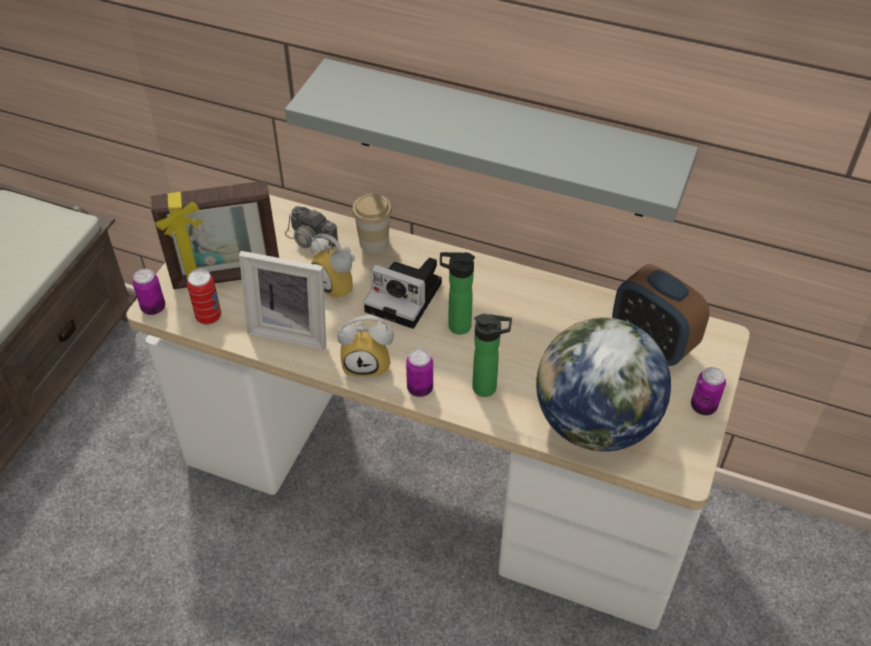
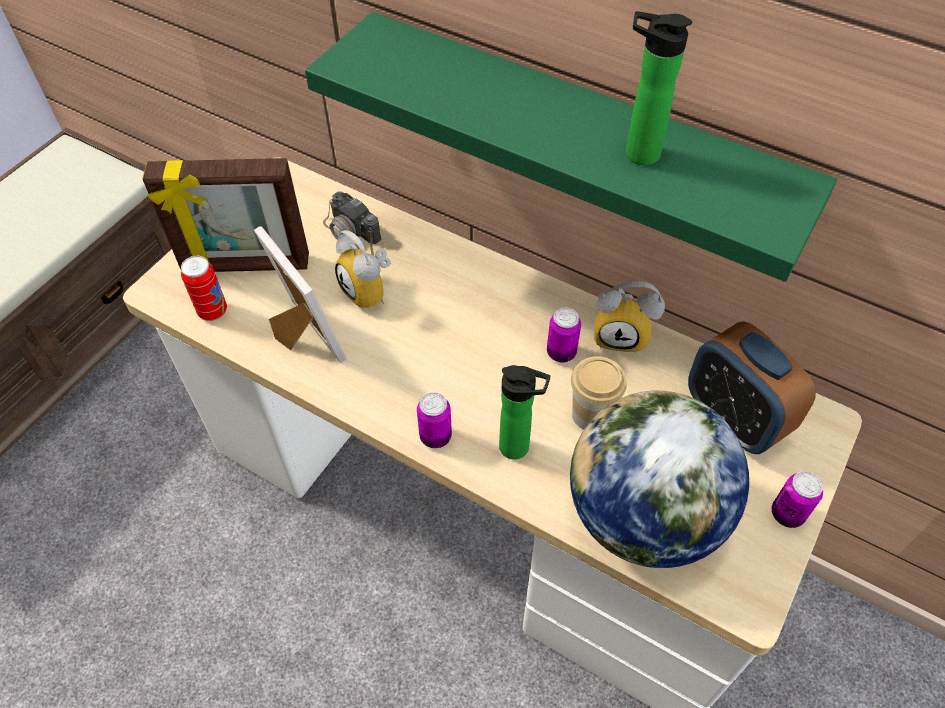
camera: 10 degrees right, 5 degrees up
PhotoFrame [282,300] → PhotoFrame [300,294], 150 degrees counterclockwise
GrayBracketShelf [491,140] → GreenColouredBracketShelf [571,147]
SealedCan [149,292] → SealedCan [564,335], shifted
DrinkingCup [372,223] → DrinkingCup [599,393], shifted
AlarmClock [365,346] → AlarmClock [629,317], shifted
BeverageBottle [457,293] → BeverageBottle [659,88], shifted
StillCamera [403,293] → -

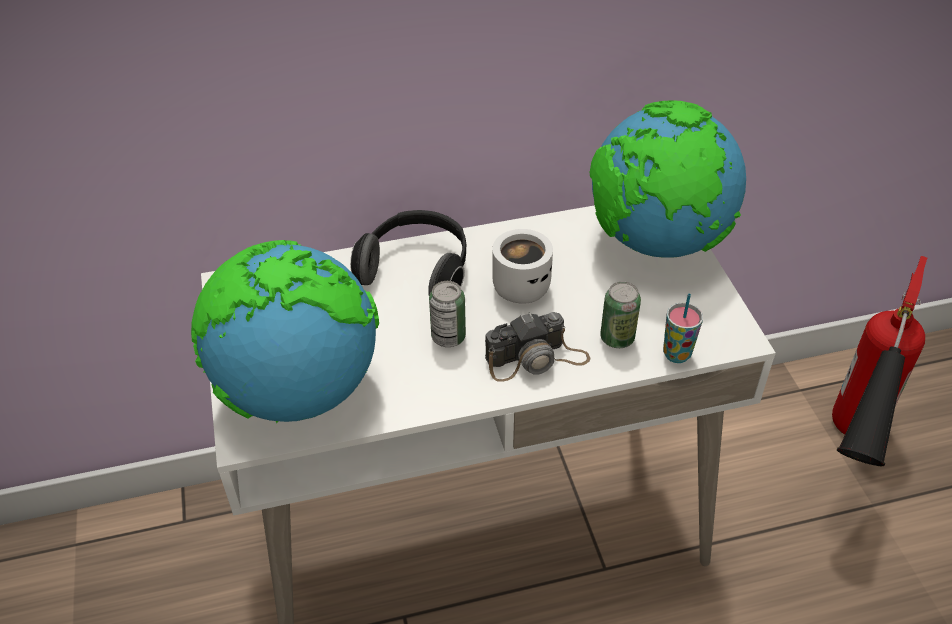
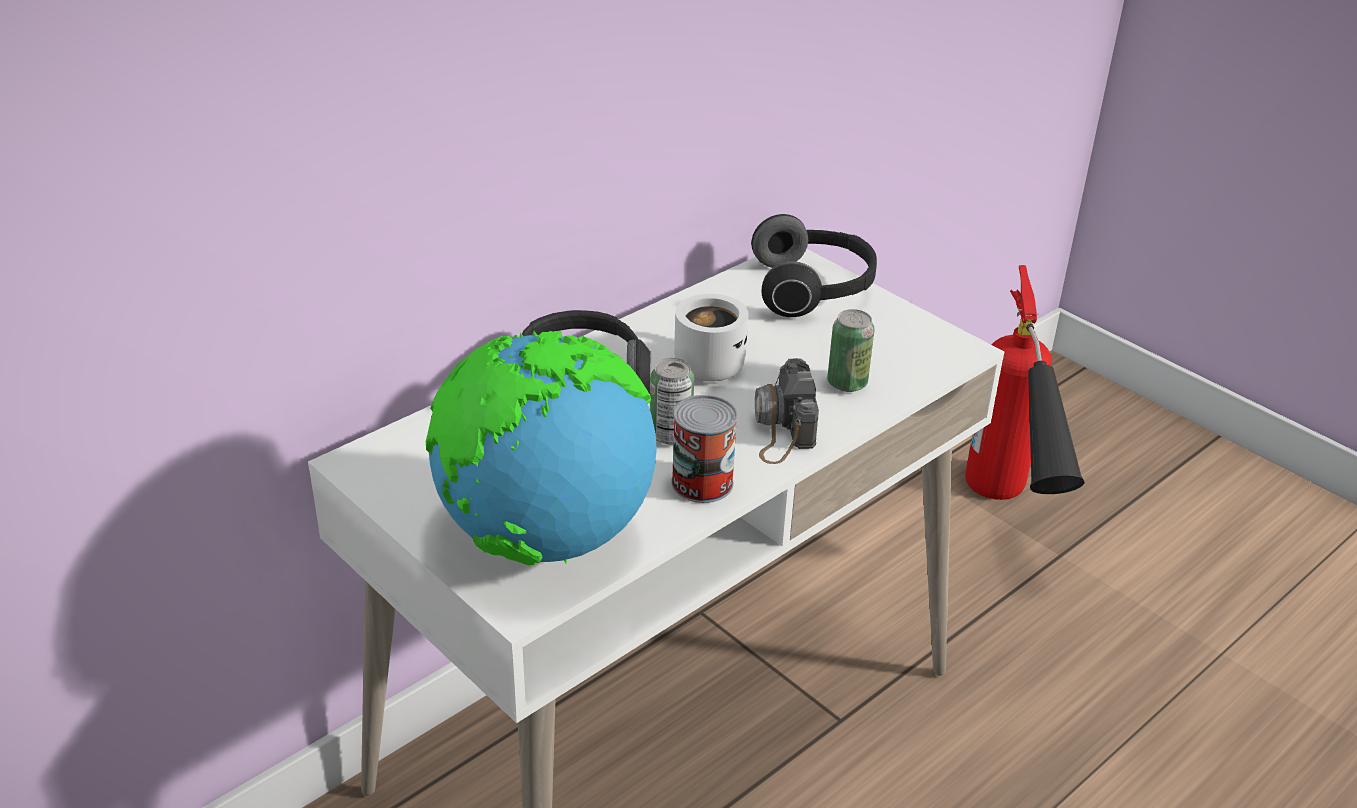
camera: 30 degrees left, 10 degrees down
- → SealedCan [704,449]
Globe [668,179] → Headphones [814,265]
StillCamera [538,347] → StillCamera [787,411], 135 degrees clockwise
DrinkingCup [683,328] → -

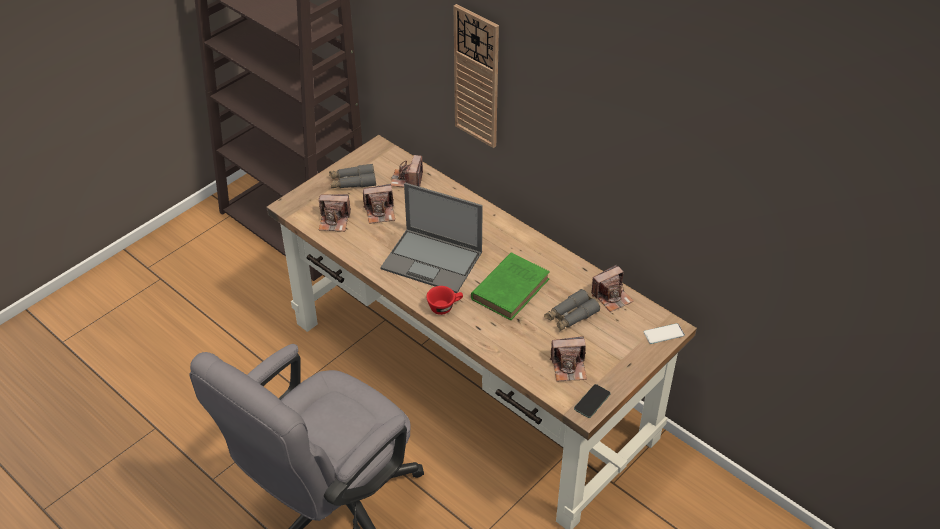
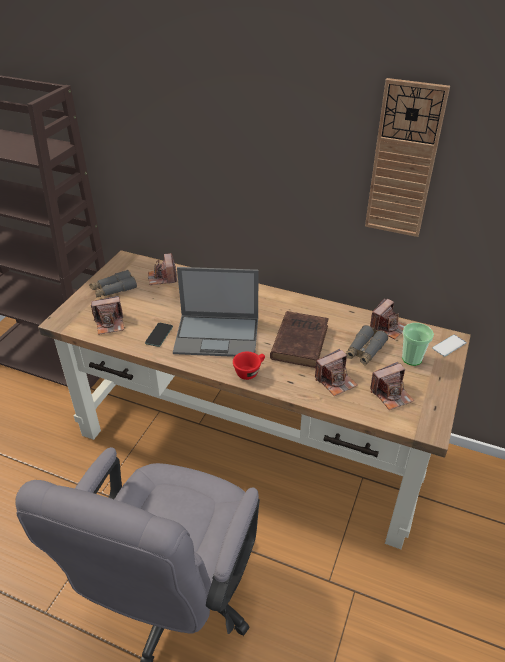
camera: 20 degrees left, 5 degrees down
Handset [592,401] → Handset [159,335], shifted
GreenColouredBook [510,286] → BrownColouredBook [299,339]
StillCamera [379,204] → StillCamera [336,372], shifted
ClockOnTheWall [476,76] → ClockOnTheWall [407,157], shifted
- → DrinkingCup [418,344]

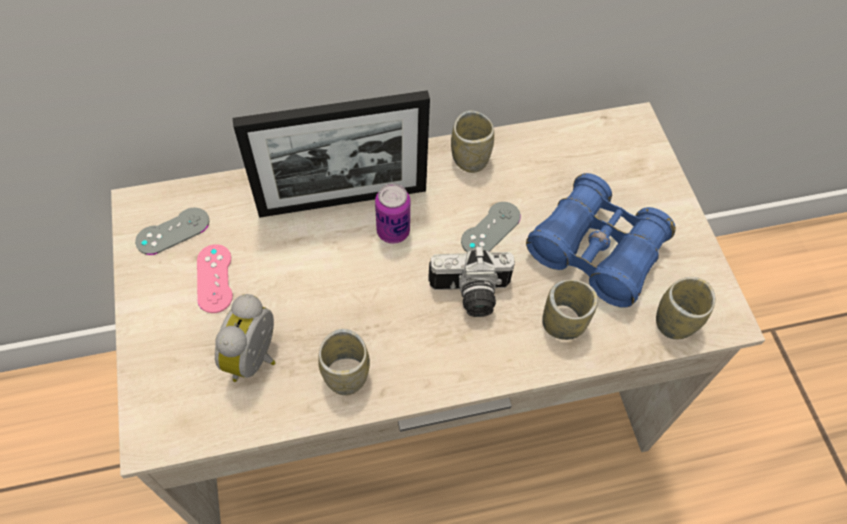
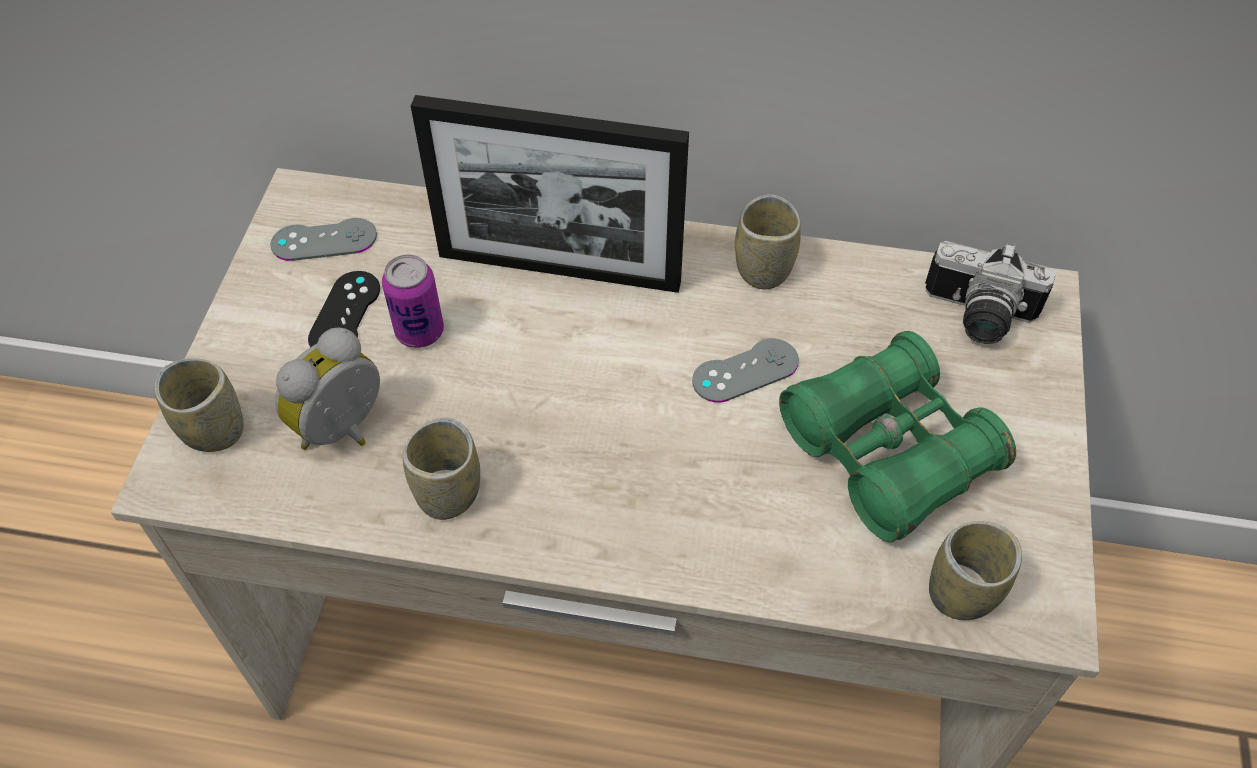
camera: 25 degrees right, 5 degrees down
DrinkingCup [570,310] → DrinkingCup [199,405], shifted
PinkGamepad [215,278] → BlackGamepad [344,309]
SealedCan [392,213] → SealedCan [413,301], shifted
BlueColouredBinoculars [601,240] → GreenColouredBinoculars [897,436]
StillCamera [471,281] → StillCamera [990,292], shifted

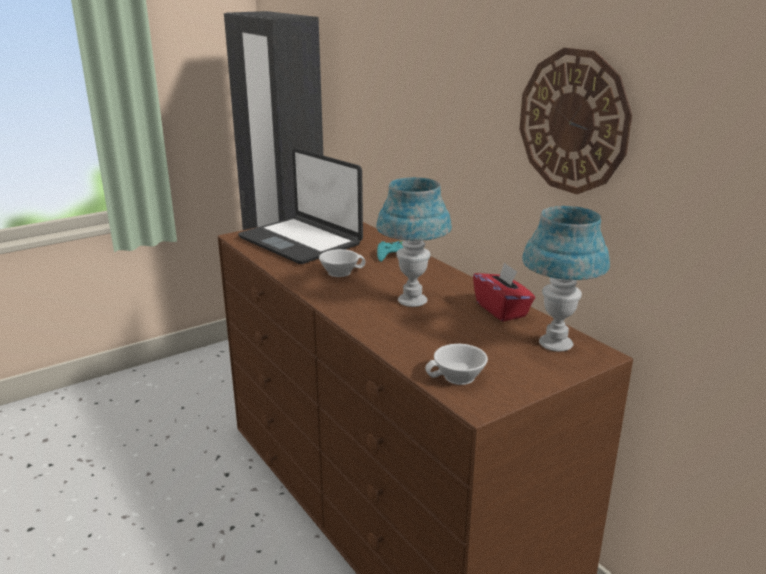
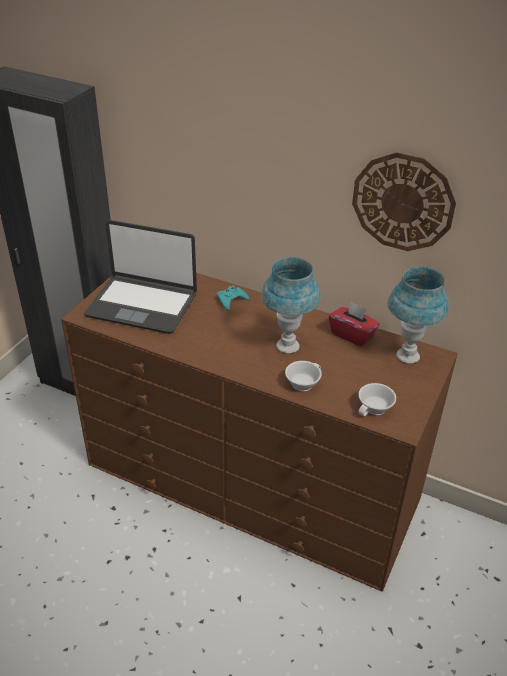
camera: 30 degrees left, 15 degrees up
WhitishDrinkingCup [342,263] → WhitishDrinkingCup [303,376], shifted

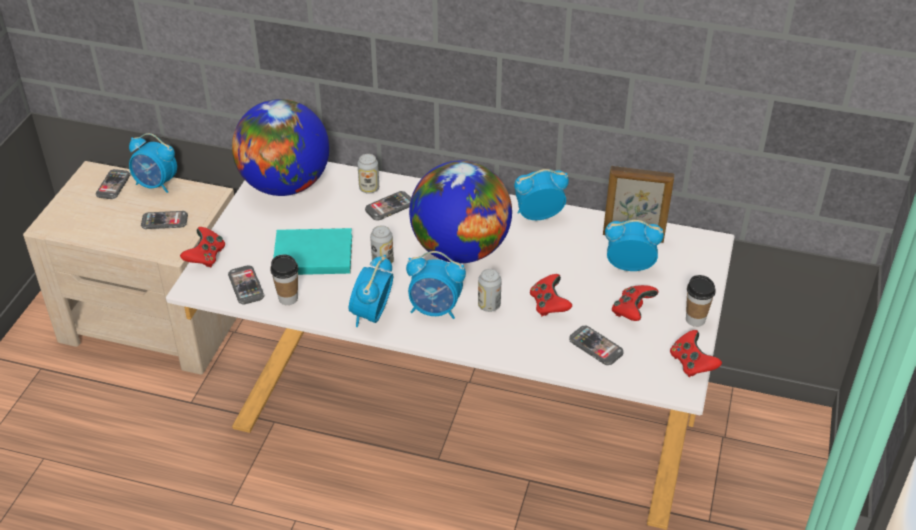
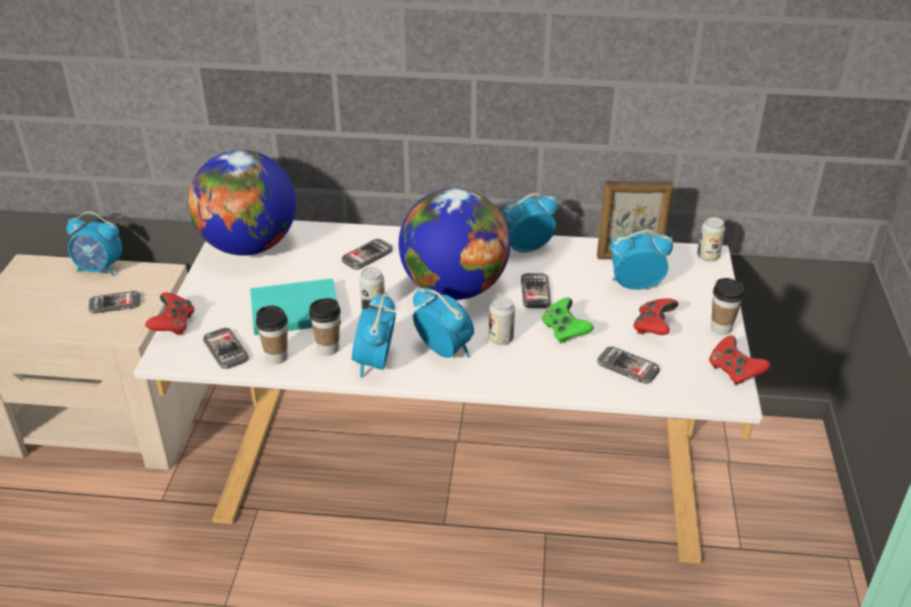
camera: 10 degrees left, 5 degrees down
- → DrinkingCup [325,326]
AlarmClock [436,285] → AlarmClock [443,322], 135 degrees counterclockwise
Handset [113,184] → Handset [536,290], shifted
RedGamepad [551,295] → GreenColouredGamepad [568,320]
SealedCan [368,174] → SealedCan [711,239], shifted

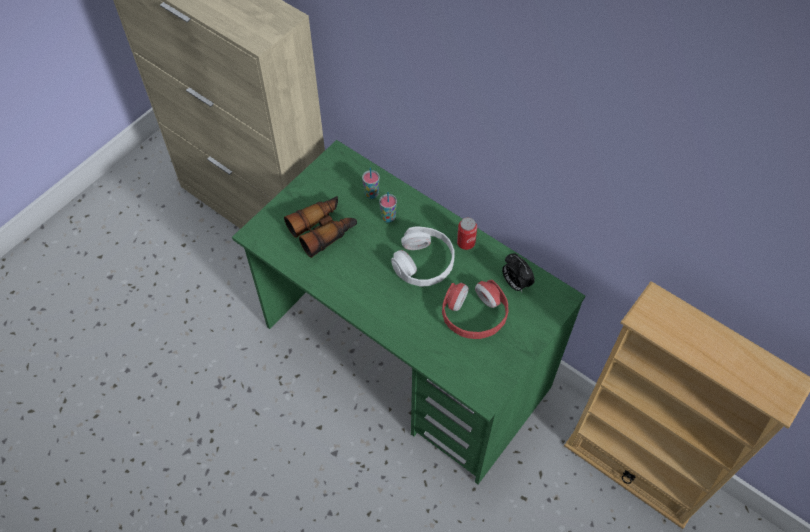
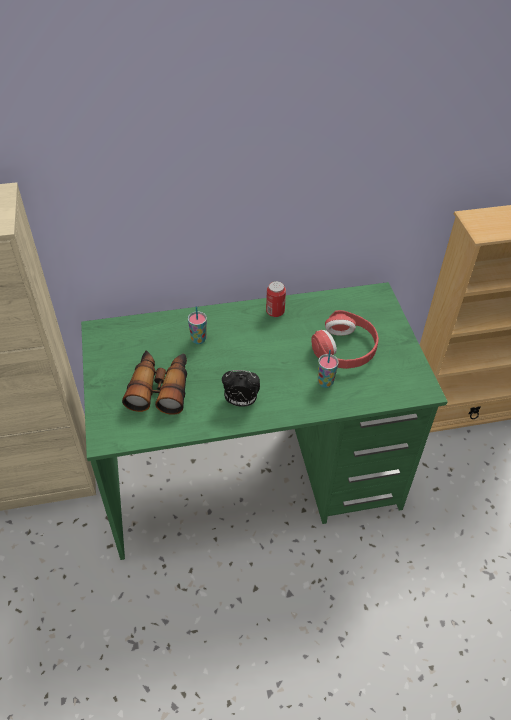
camera: 50 degrees left, 10 degrees down
AlarmClock [518,272] → AlarmClock [241,388], shifted
DrinkingCup [371,183] → DrinkingCup [328,369], shifted
WhitishHeadphones [423,257] → -

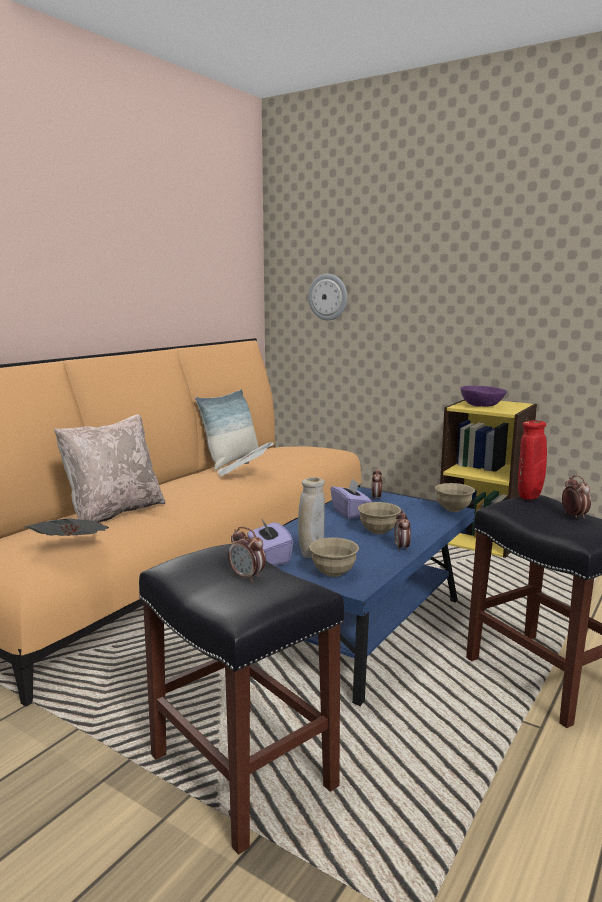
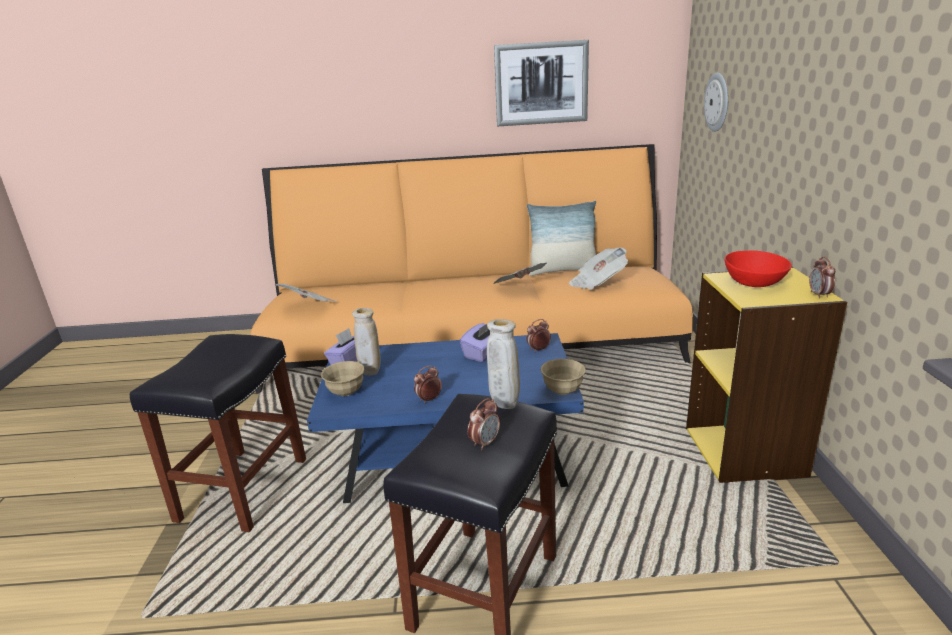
camera: 55 degrees right, 10 degrees up
RedVase [532,460] → BeigeVase [503,364]
- → WallArt [541,83]
- → PrintedPaper [598,269]
PurplishServingBowl [483,396] → RedServingBowl [758,269]
AlarmClock [247,554] → AlarmClock [822,277], shifted
BeigeCushion [109,469] → -
BeigeServingBowl [379,518] → -

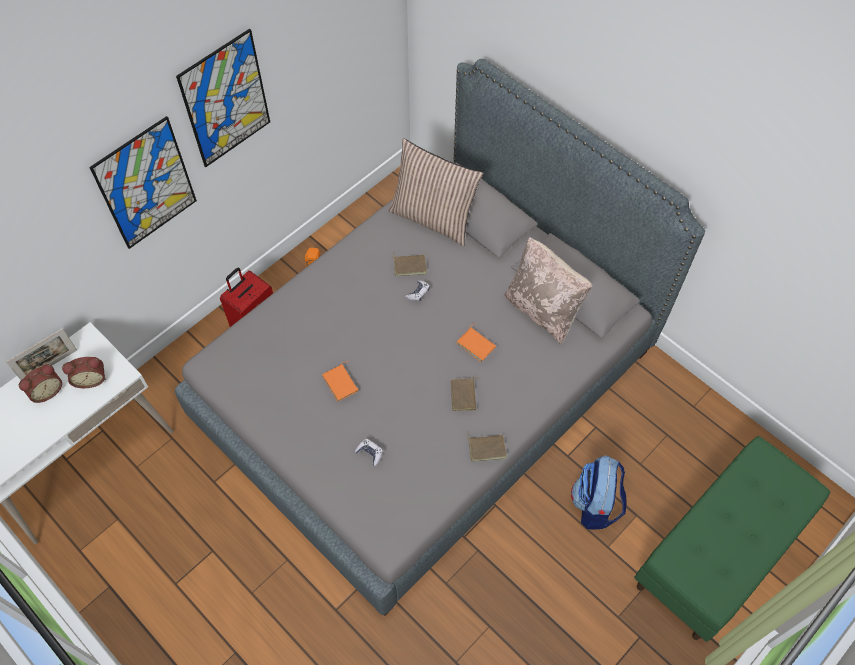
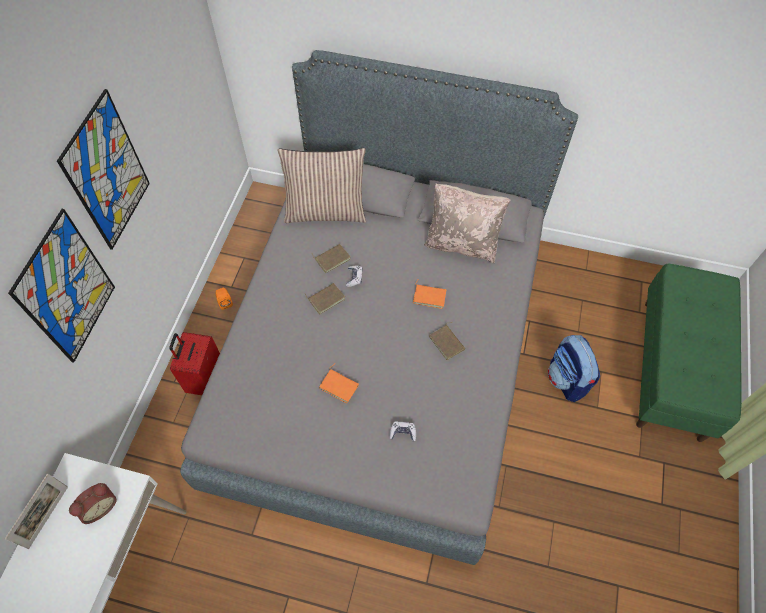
camera: 30 degrees left, 0 degrees up
BrownColouredBook [487,446] → BrownColouredBook [325,298], shifted
AlarmClock [40,383] → -

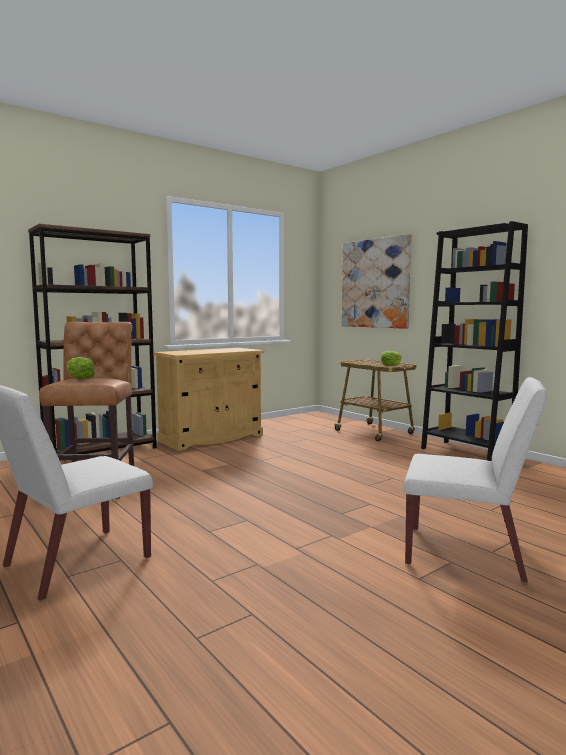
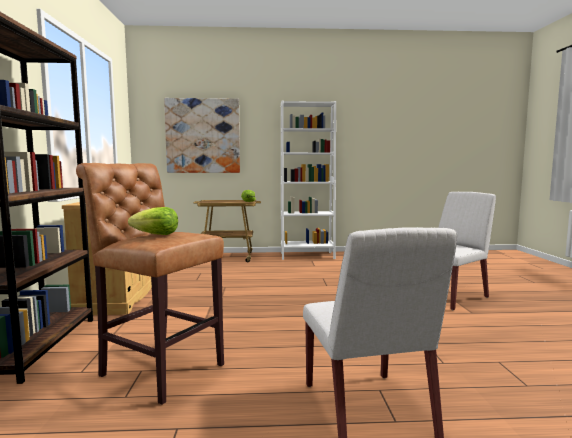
camera: 55 degrees left, 0 degrees up
BlackBookcase [474,341] → WhitishBookcase [308,180]

